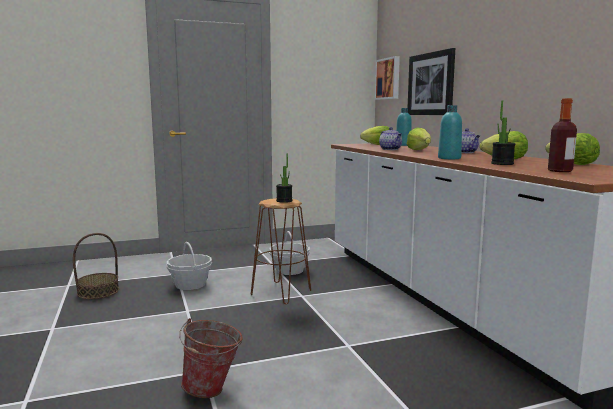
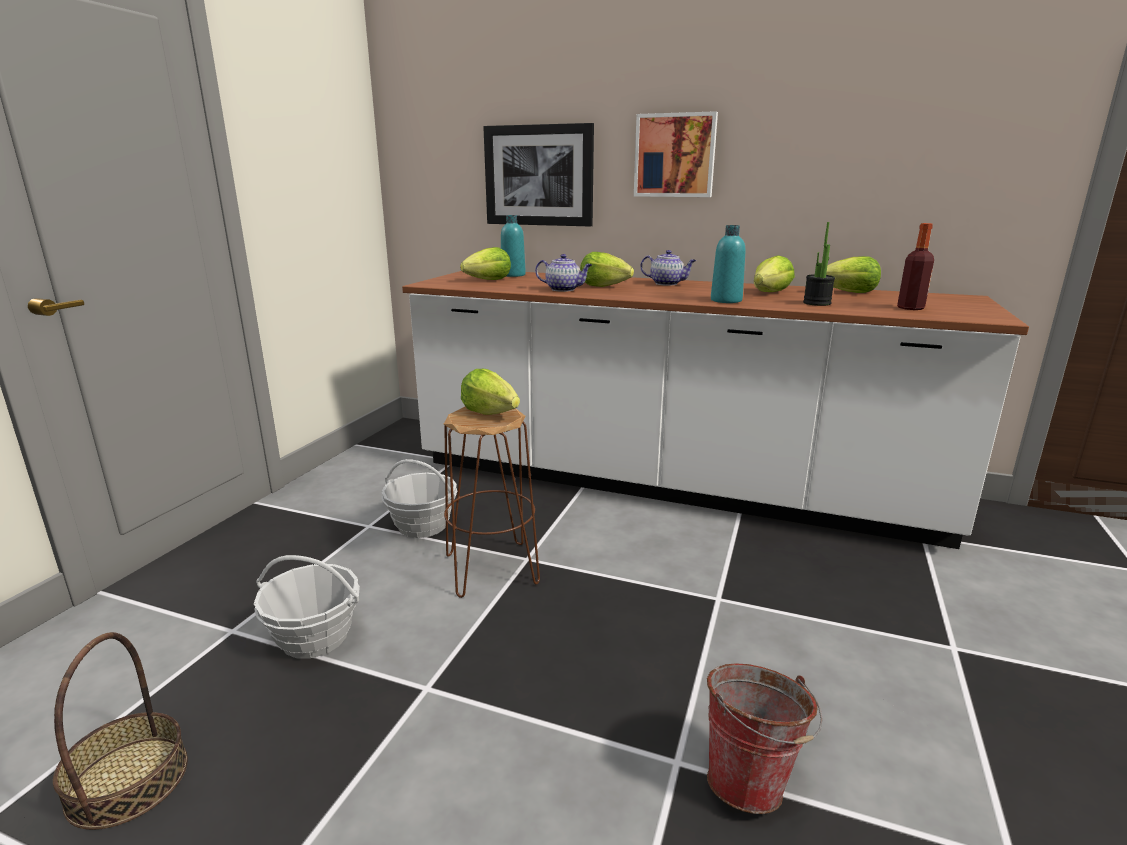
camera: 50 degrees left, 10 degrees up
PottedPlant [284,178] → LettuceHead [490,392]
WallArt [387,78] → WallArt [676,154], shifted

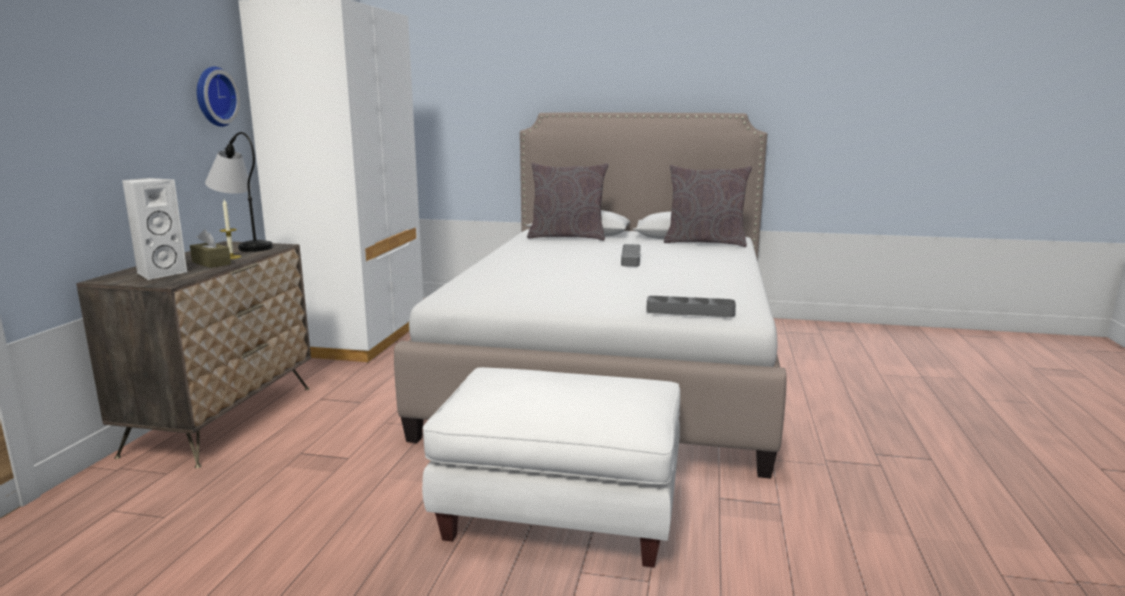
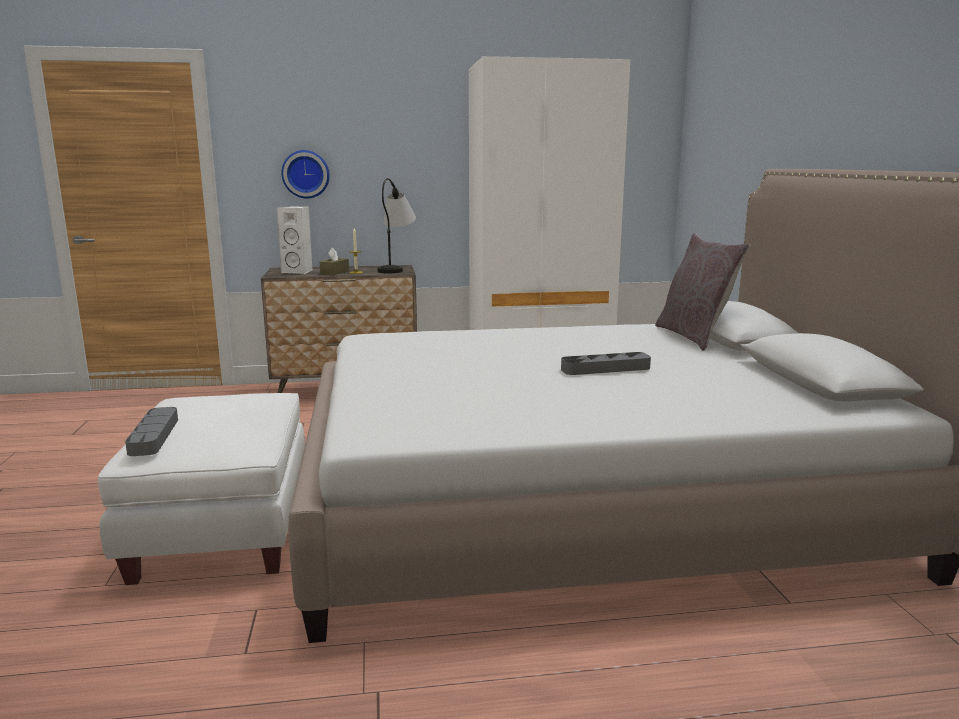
camera: 70 degrees right, 0 degrees up
GrayTray [691,306] → GrayTray [151,431], shifted
ClockOnTheWall [218,97] → ClockOnTheWall [306,174], shifted
GrayCushion [708,206] → -

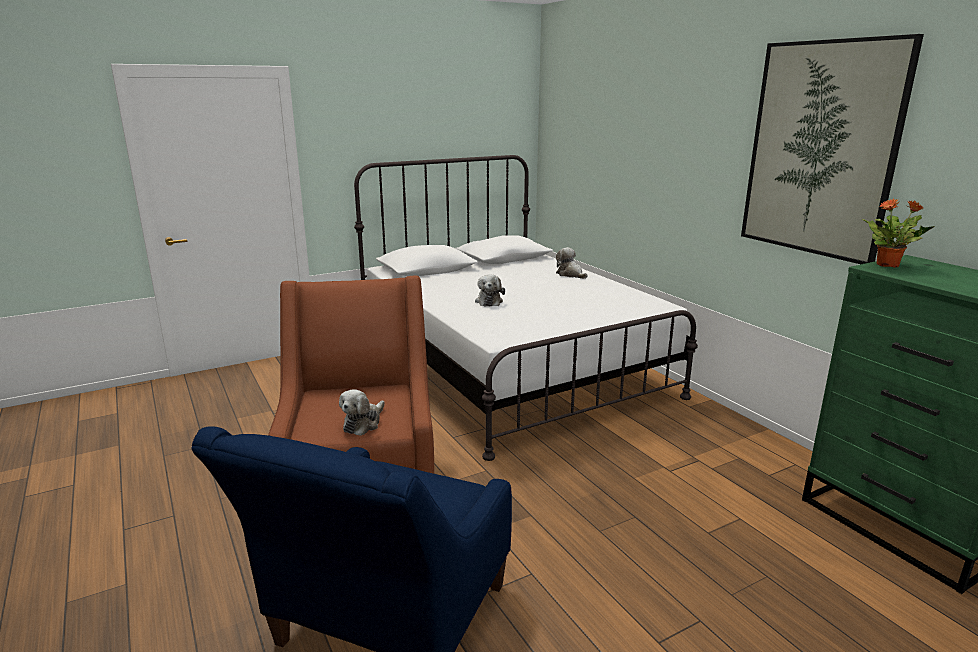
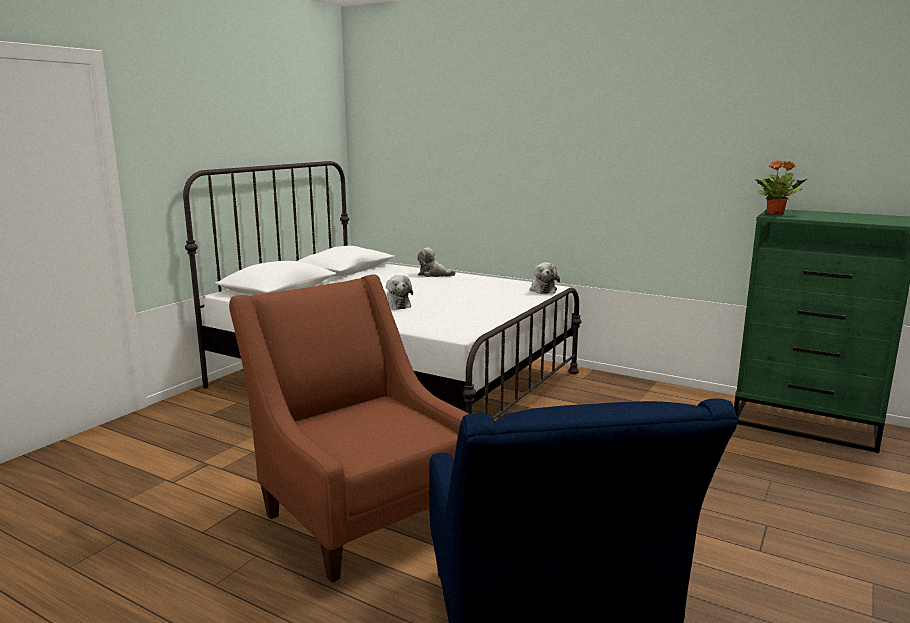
camera: 30 degrees left, 5 degrees down
CuddlyToy [362,412] → CuddlyToy [544,278], shifted
WallArt [832,149] → -

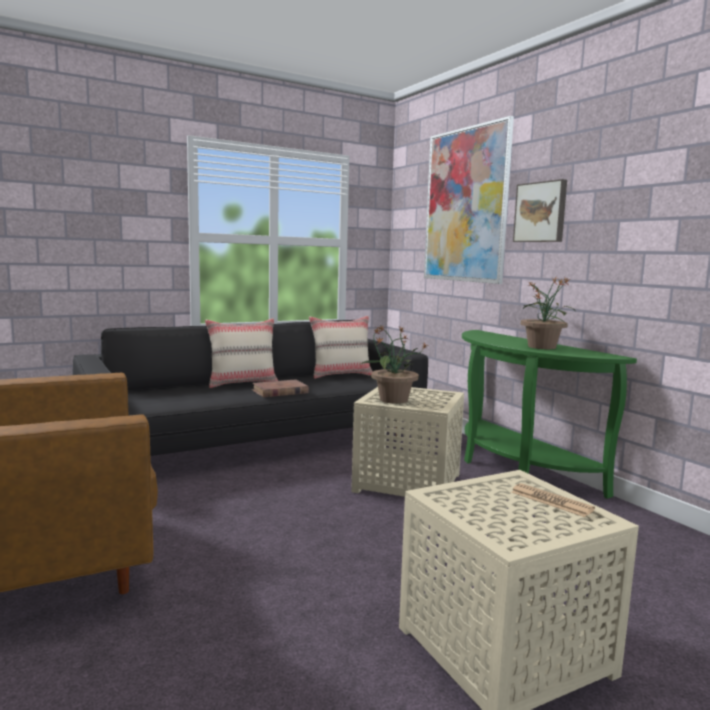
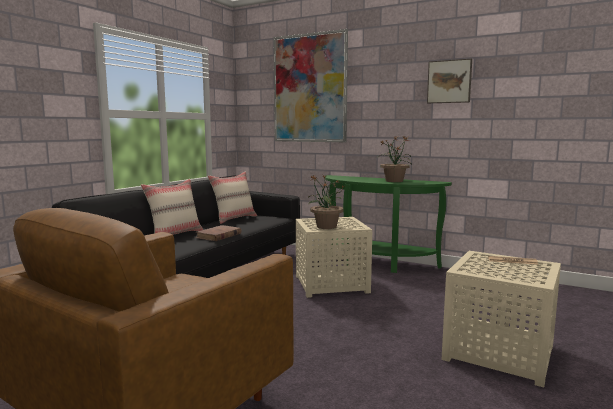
camera: 30 degrees left, 0 degrees up
WallArt [540,210] → WallArt [449,81], shifted

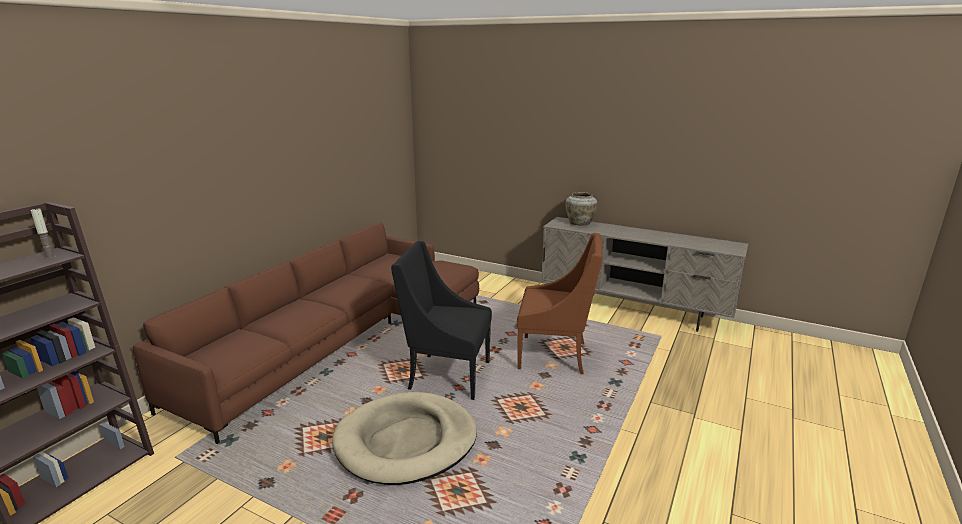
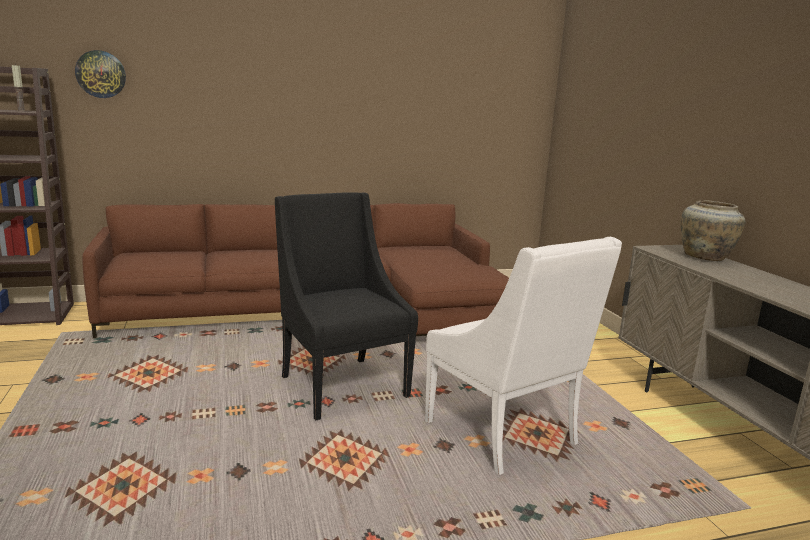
camera: 45 degrees right, 5 degrees down
- → ClockOnTheWall [100,74]
BrownColouredArmchair [559,303] → WhitishArmchair [523,356]
BeigeDogBed [404,438] → -

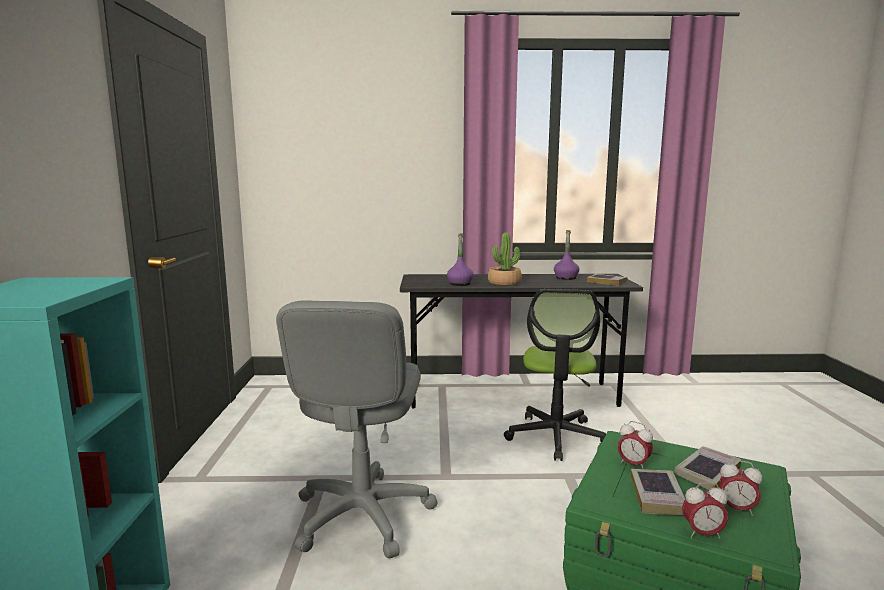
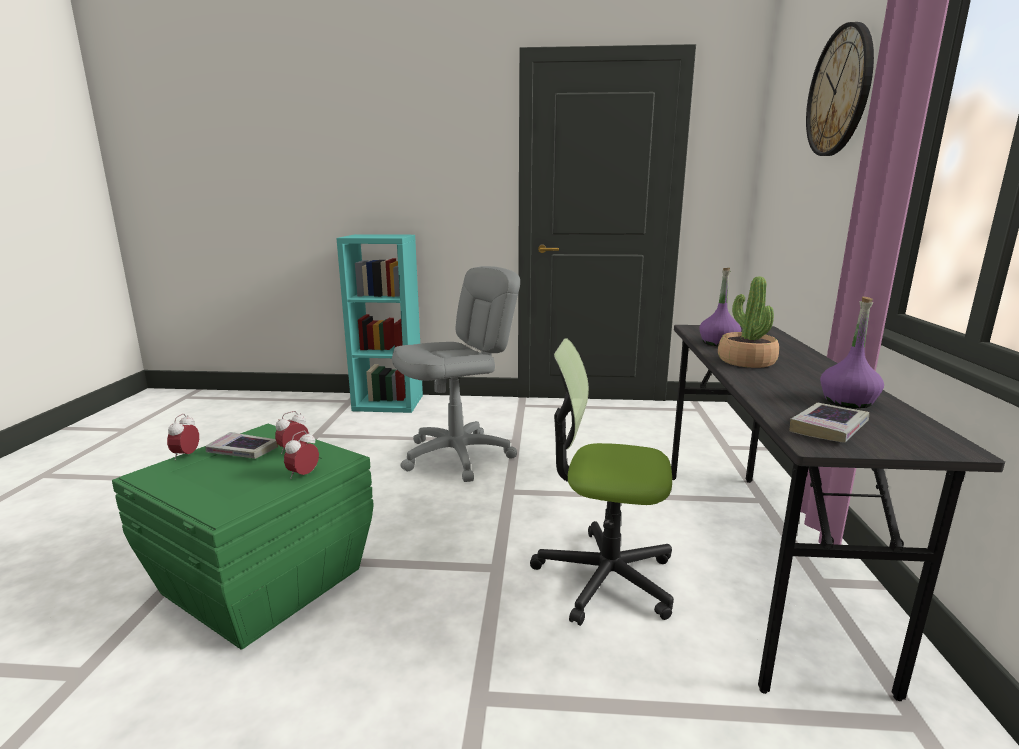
camera: 95 degrees right, 5 degrees up
AlarmClock [741,488] → AlarmClock [301,455], shifted
GrayDeskChair [357,429] → GrayDeskChair [456,374], 135 degrees clockwise
- → ClockOnTheWall [840,89]
Book [708,468] → -

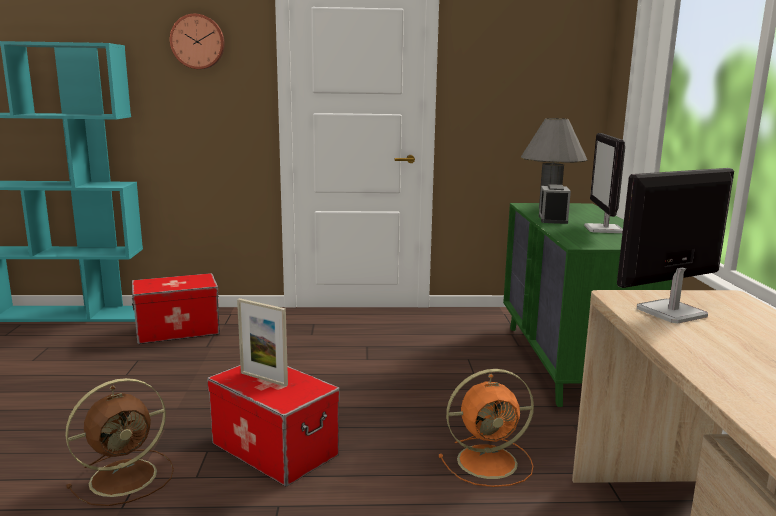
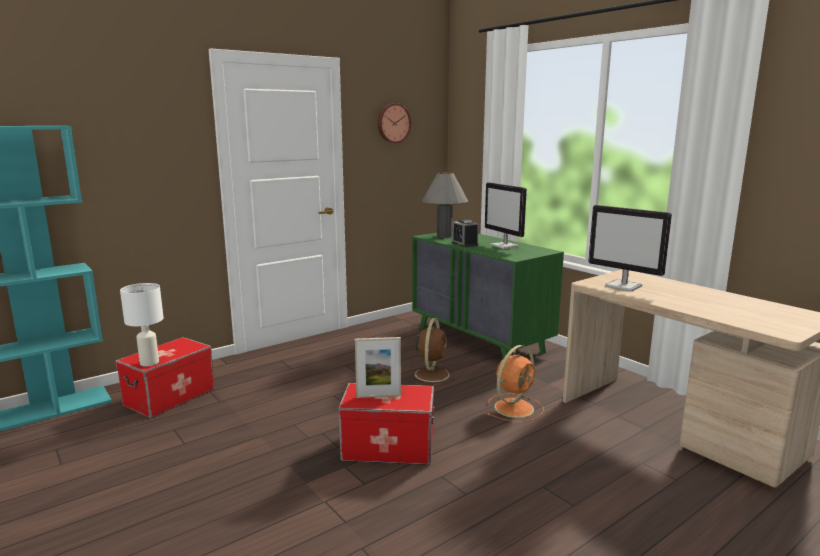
camera: 35 degrees left, 0 degrees up
- → WhitishLampForATable [142,324]
ClockOnTheWall [197,41] → ClockOnTheWall [394,123], shifted
BrownColouredElectricFan [119,442] → BrownColouredElectricFan [432,351], shifted
ComputerScreen [675,245] → ComputerScreen [630,248], 75 degrees counterclockwise

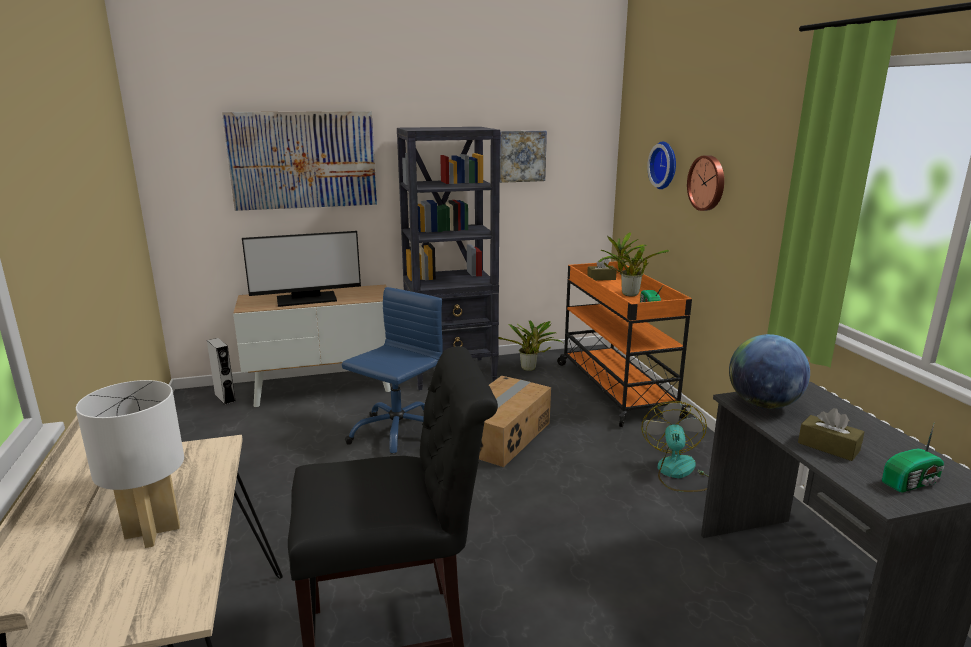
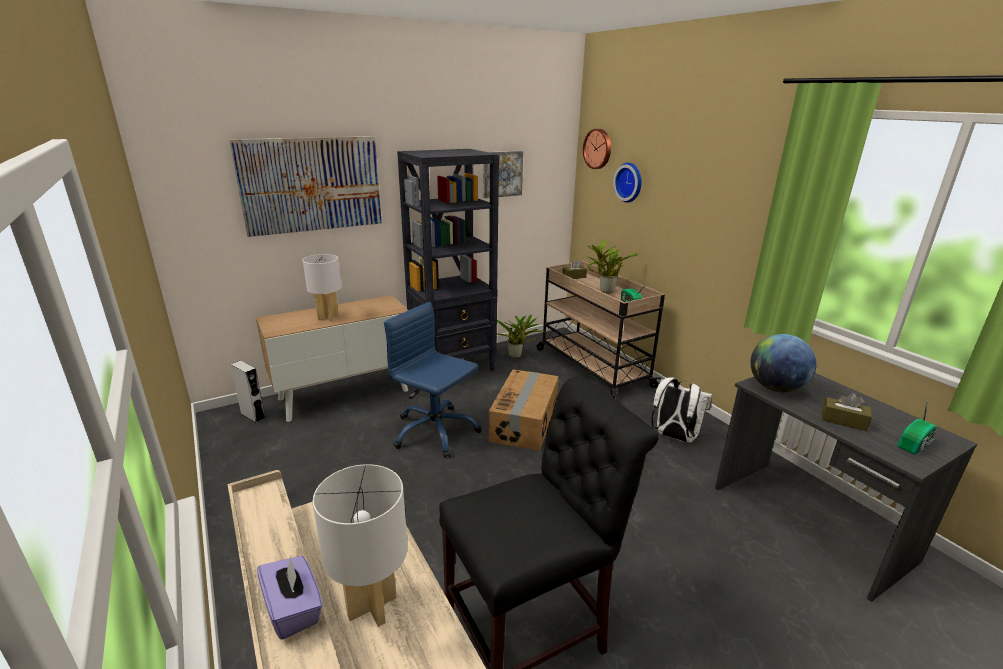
camera: 15 degrees left, 5 degrees up
- → PurplishTissueBox [290,597]
ComputerScreen [301,269] → WhitishLampForATable [322,287]
BlueColouredDeskChair [392,371] → BlueColouredDeskChair [433,380], 75 degrees counterclockwise
OrangeyWheeledCart [624,344] → BeigeWheeledCart [600,330]
ClockOnTheWall [705,183] → ClockOnTheWall [597,149], shifted
ElectricFan [675,446] → WhitishRucksack [682,410]

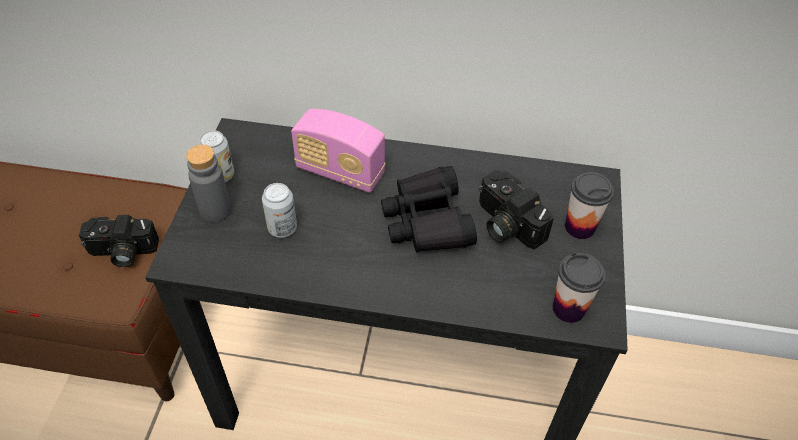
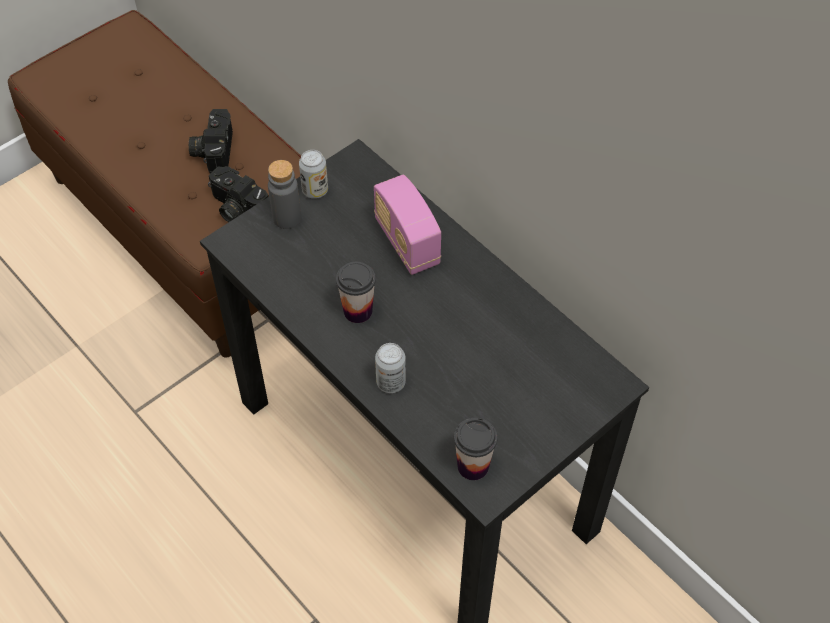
camera: 40 degrees right, 5 degrees up
StillCamera [516,210] → StillCamera [211,141], shifted
DrinkingCup [589,205] → DrinkingCup [356,292], shifted
SealedCan [279,210] → SealedCan [390,368], shifted
BlackBinoculars [429,209] → -

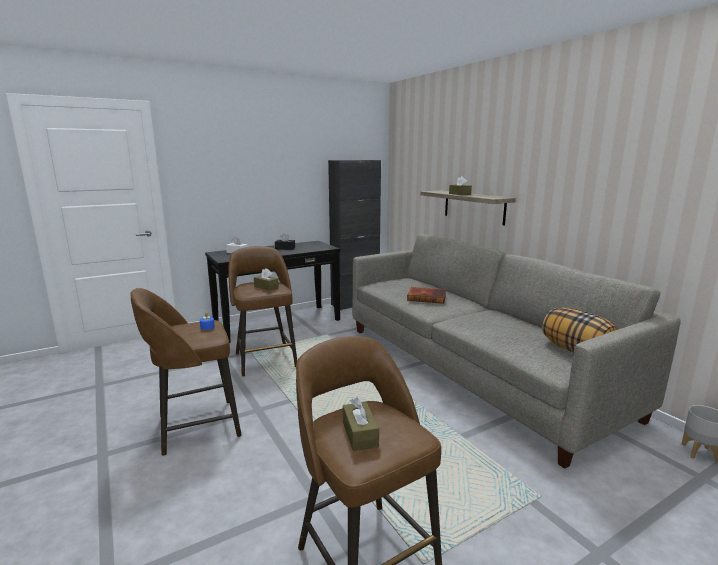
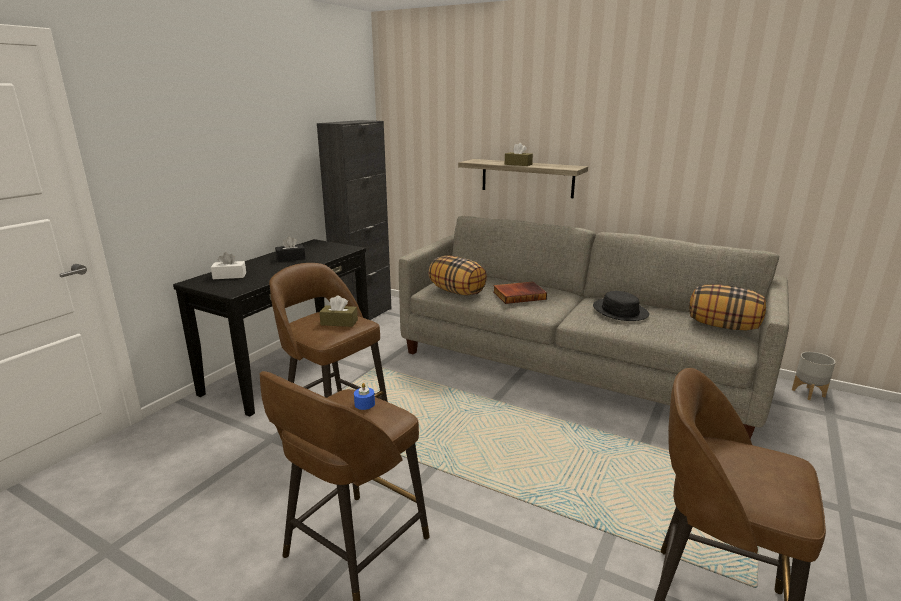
camera: 30 degrees left, 5 degrees up
- → Cushion [458,275]
- → BlackHat [621,306]
BrownColouredTissueBox [361,424] → -

